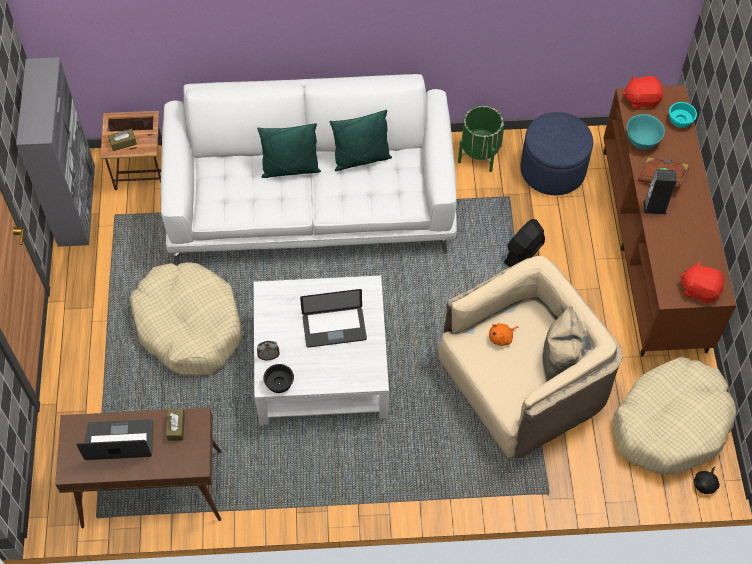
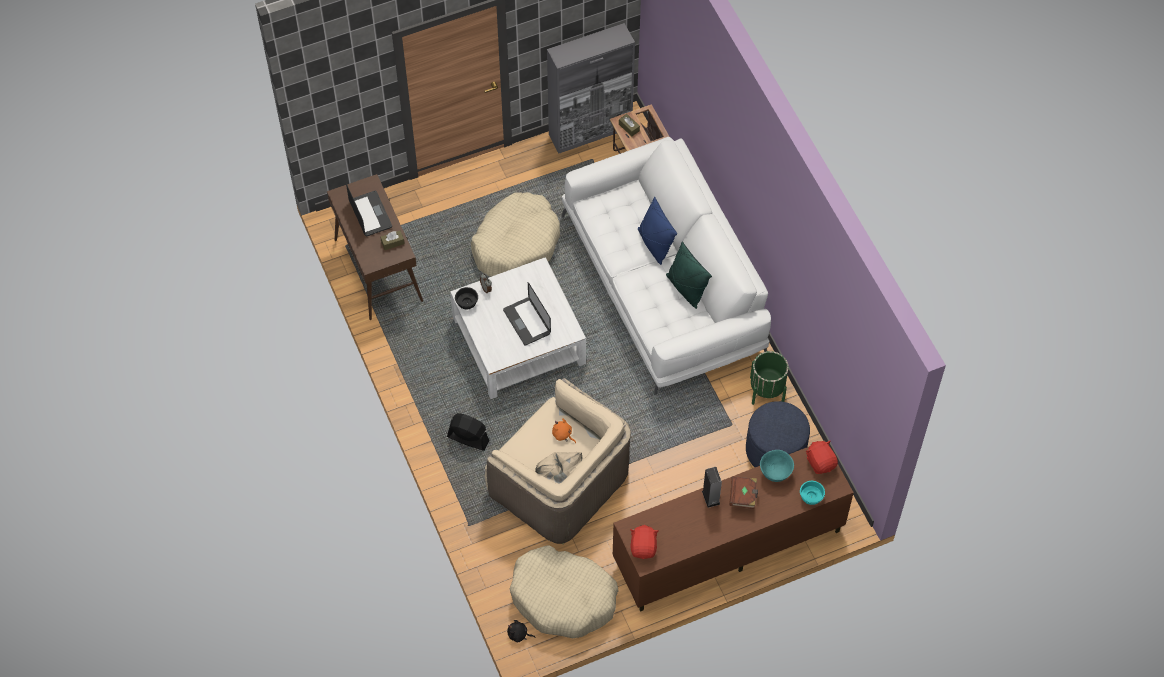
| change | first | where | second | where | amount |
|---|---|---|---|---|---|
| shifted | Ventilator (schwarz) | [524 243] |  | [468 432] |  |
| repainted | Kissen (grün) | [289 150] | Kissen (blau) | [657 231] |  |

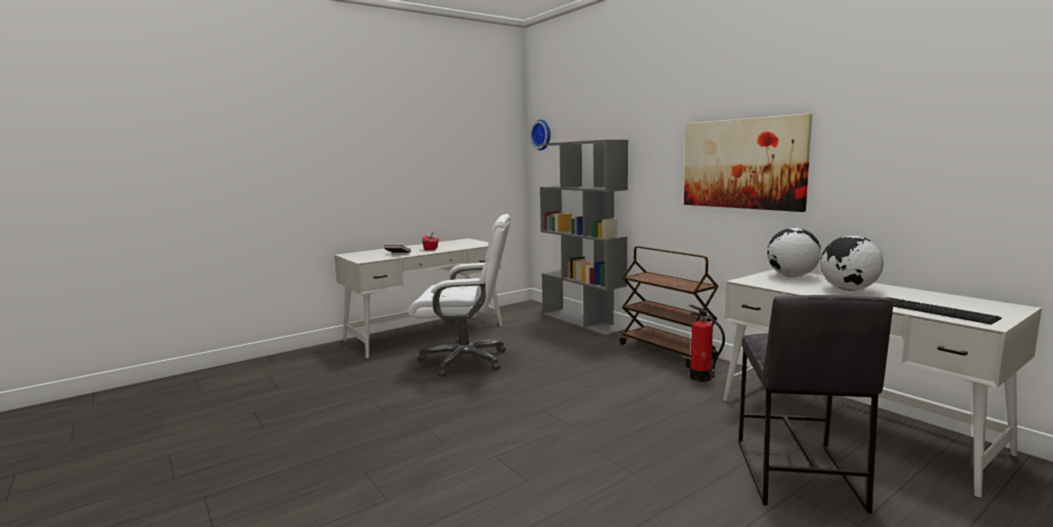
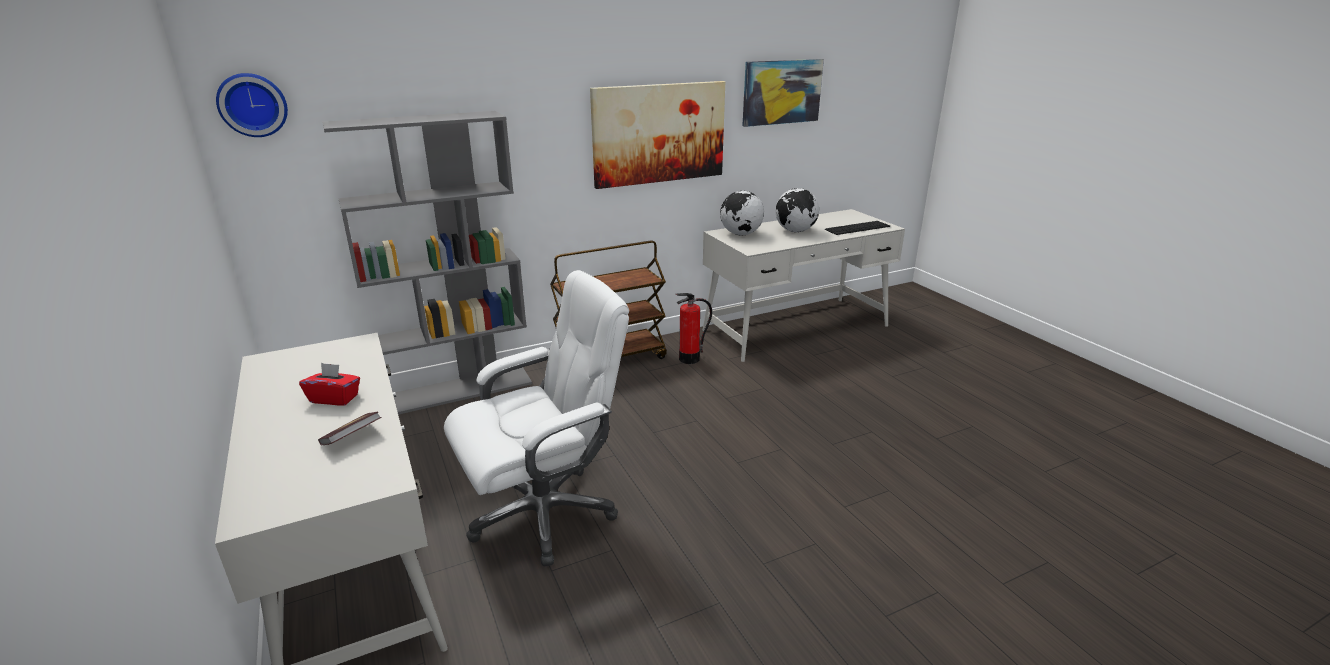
| change | first | where | second | where | amount |
|---|---|---|---|---|---|
| gone | Hocker (grau) | [816 404] |  |  |  |
| new |  |  | Bild | [783 93] |  |
| rotated | Bürostuhl (weiß) | [460 295] |  | [536 418] | 45 degrees clockwise |

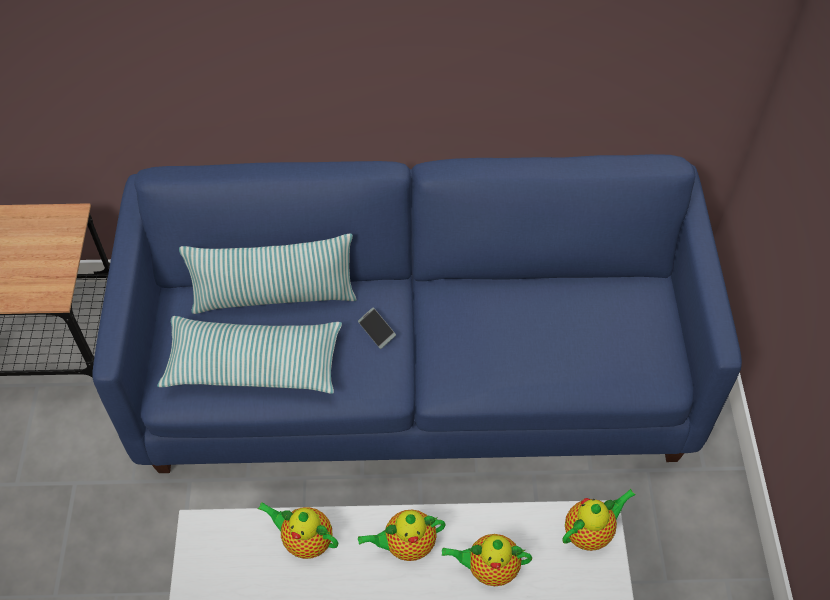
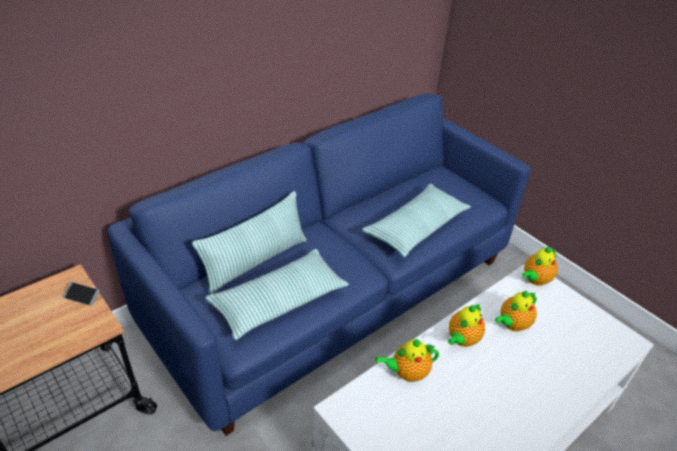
| change | first | where | second | where | amount |
|---|---|---|---|---|---|
| new |  |  | Kissen | [416 220] |  |
| shifted | Handy | [377 328] |  | [81 294] |  |
| rotated | Teekanne | [599 520] |  | [540 266] | 150 degrees counterclockwise |

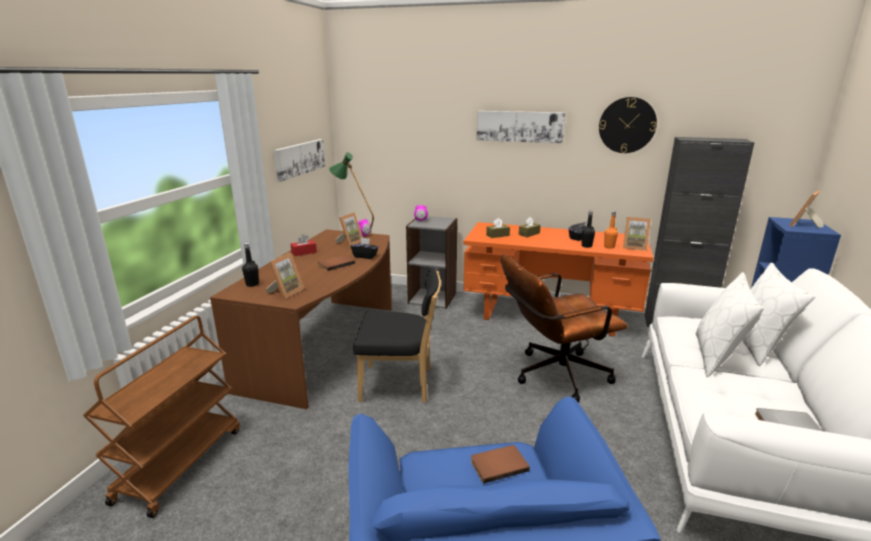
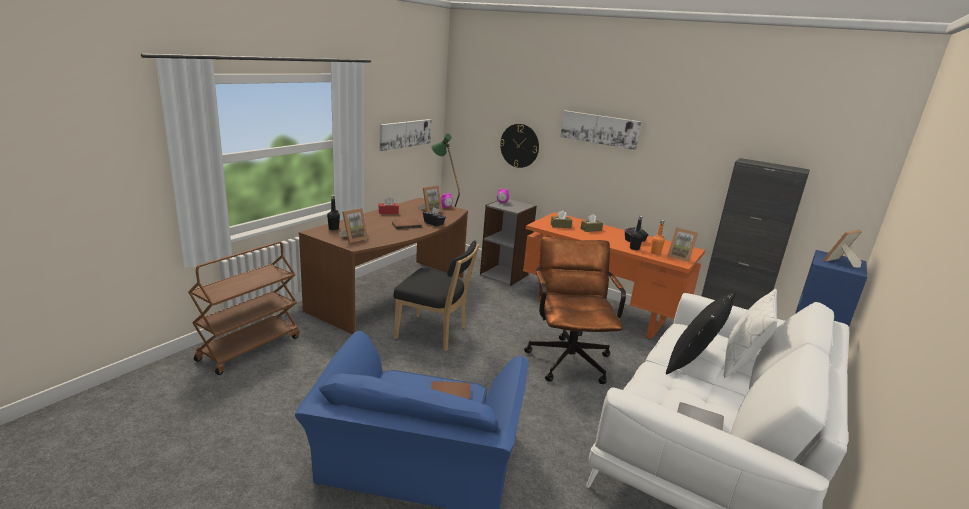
| change | first | where | second | where | amount |
|---|---|---|---|---|---|
| shifted | Wanduhr | [628 125] |  | [519 146] |  |
| repainted | Kissen (weiß) | [730 324] | Kissen (schwarz) | [701 332] |  |
| rotated | Bürostuhl (braun) | [564 329] |  | [575 310] | 90 degrees clockwise |

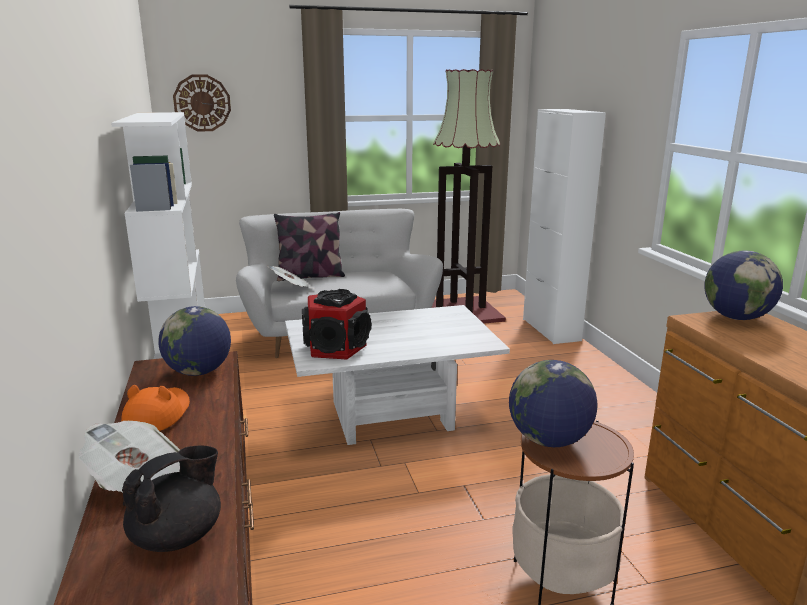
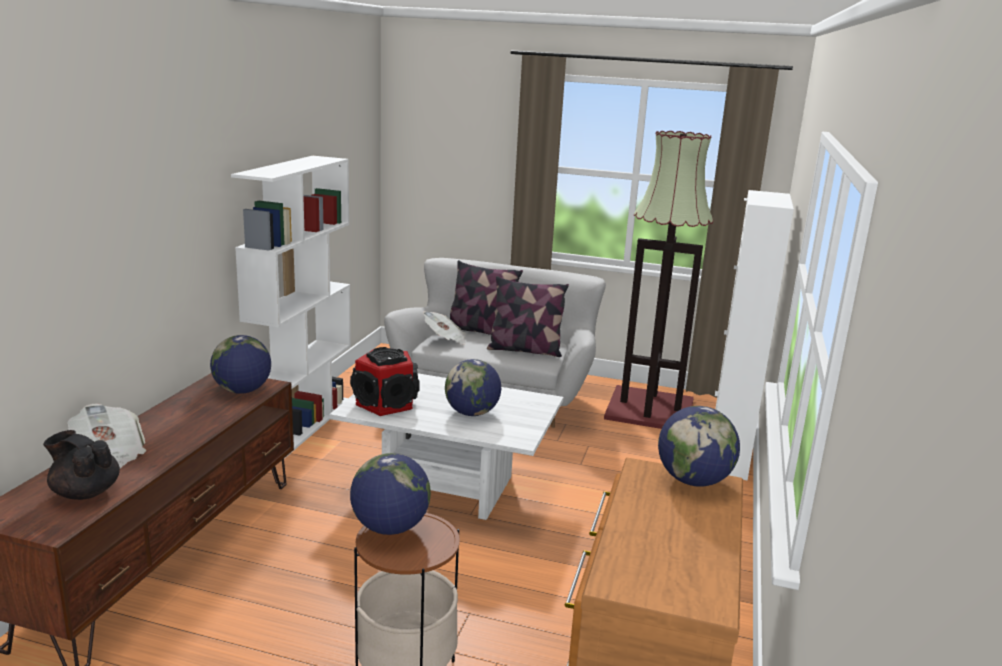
| change | first | where | second | where | amount |
|---|---|---|---|---|---|
| gone | Hut (orange) | [155 408] |  |  |  |
| gone | Wanduhr | [202 103] |  |  |  |
| new |  |  | Globus | [473 387] |  |
| new |  |  | Kissen | [528 316] |  |
| rotated | Teekanne (schwarz) | [171 498] |  | [81 465] | 135 degrees counterclockwise |

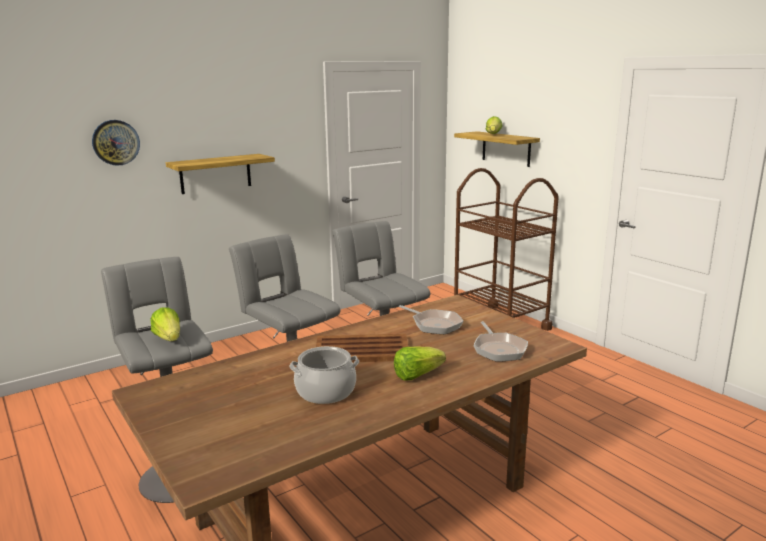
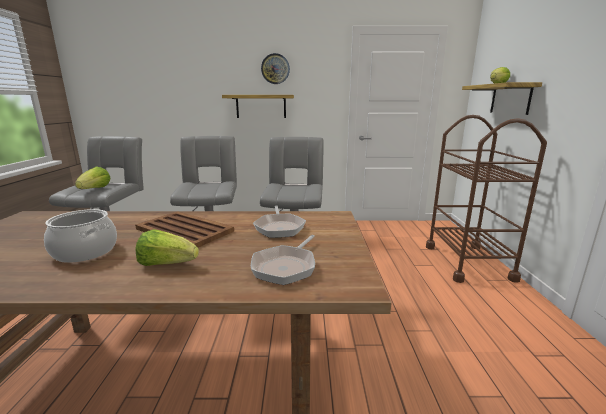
| change | first | where | second | where | amount |
|---|---|---|---|---|---|
| shifted | Wanduhr | [116 143] |  | [275 68] |  |

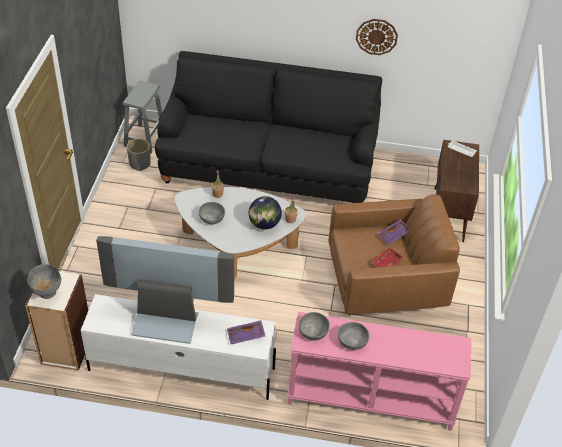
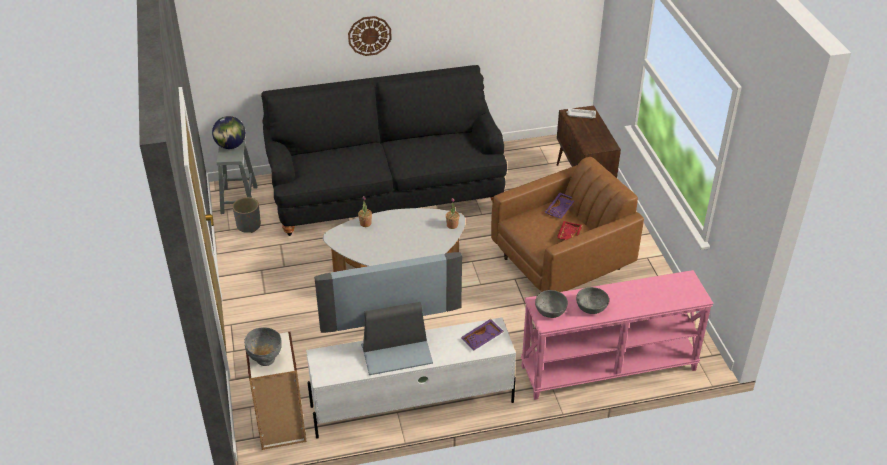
| change | first | where | second | where | amount |
|---|---|---|---|---|---|
| gone | Schüssel (grau) | [212 213] |  |  |  |
| shifted | Globus | [265 212] |  | [229 132] |  |
| shifted | Wanduhr | [377 37] |  | [370 36] |  |

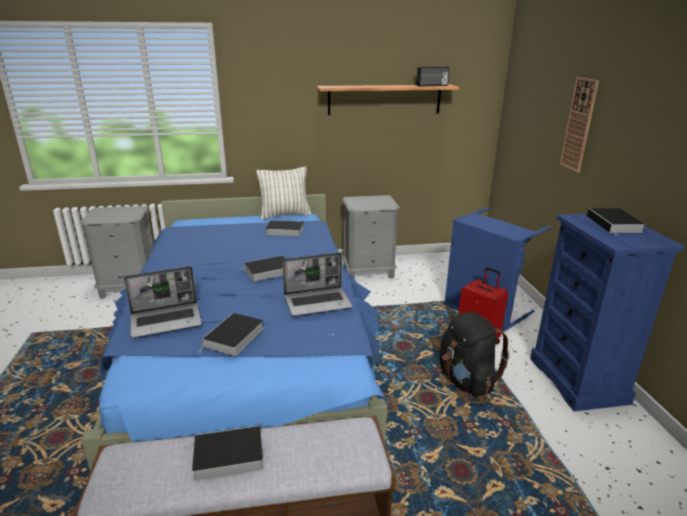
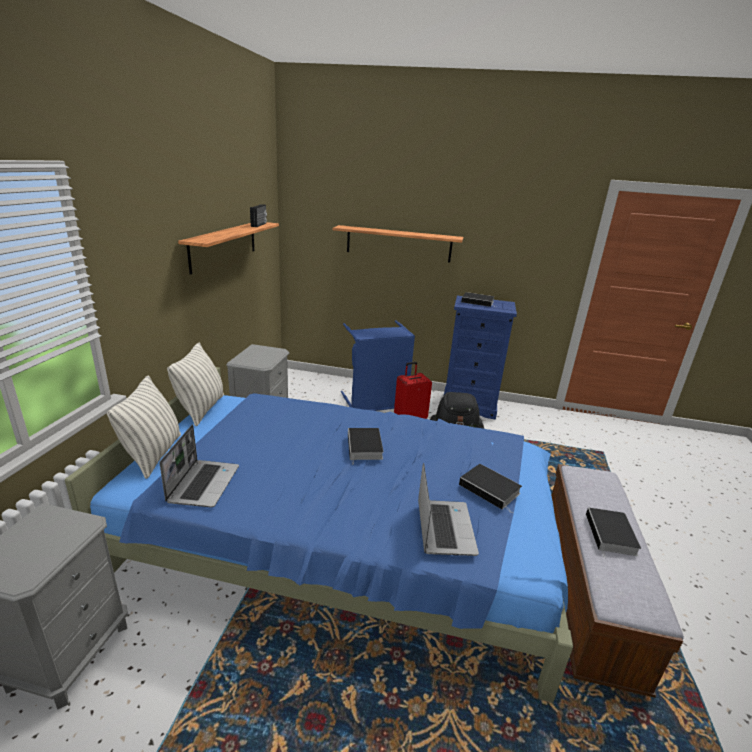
| change | first | where | second | where | amount |
|---|---|---|---|---|---|
| gone | Buch | [284 228] |  |  |  |
| new |  |  | Kissen | [144 427] |  |
| shifted | Laptop | [317 284] |  | [199 466] |  |
| swapped | Wanduhr | [579 125] | Wandregal | [398 244] |  |

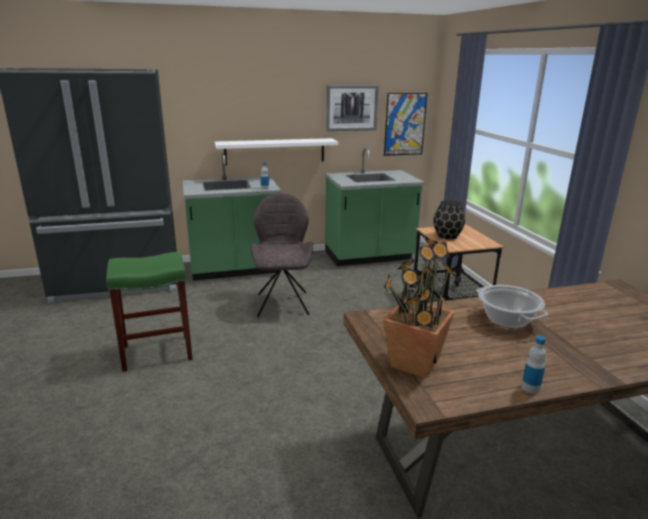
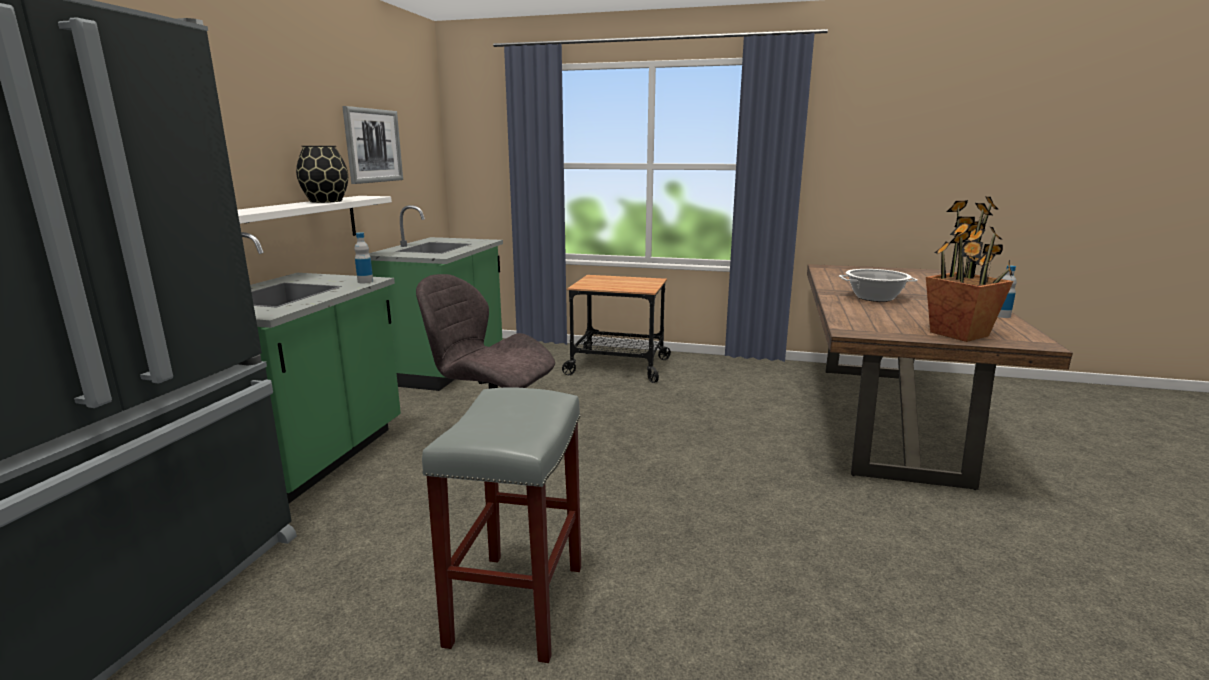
| change | first | where | second | where | amount |
|---|---|---|---|---|---|
| gone | Bild | [405 124] |  |  |  |
| shifted | Vase (schwarz) | [449 220] |  | [322 174] |  |
| repainted | Hocker (grün) | [149 312] | Hocker (grau) | [501 525] |  |

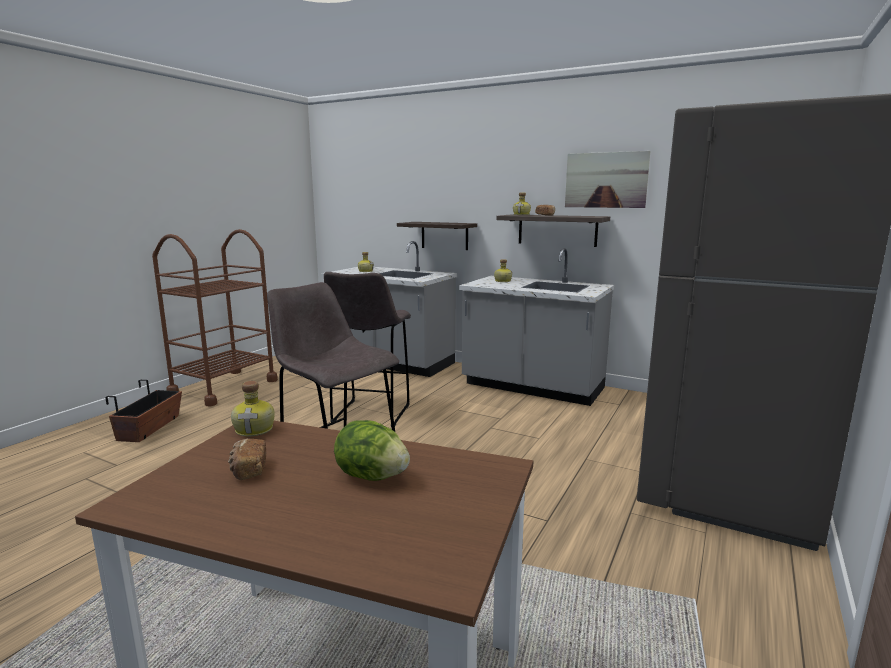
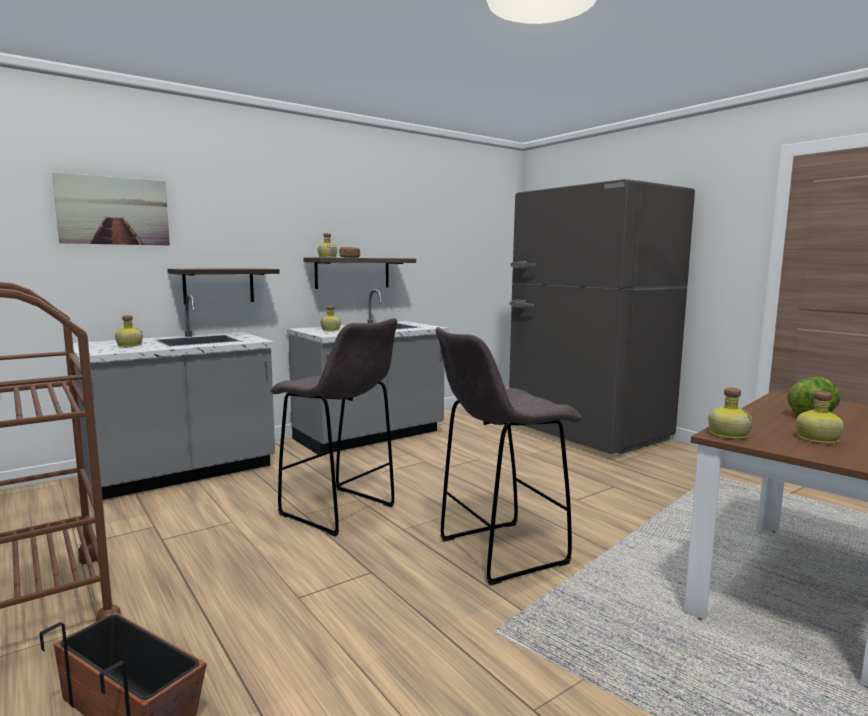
| change | first | where | second | where | amount |
|---|---|---|---|---|---|
| shifted | Bild | [607 179] |  | [111 208] |  |
| swapped | Brot | [247 459] | Flasche | [820 417] |  |

